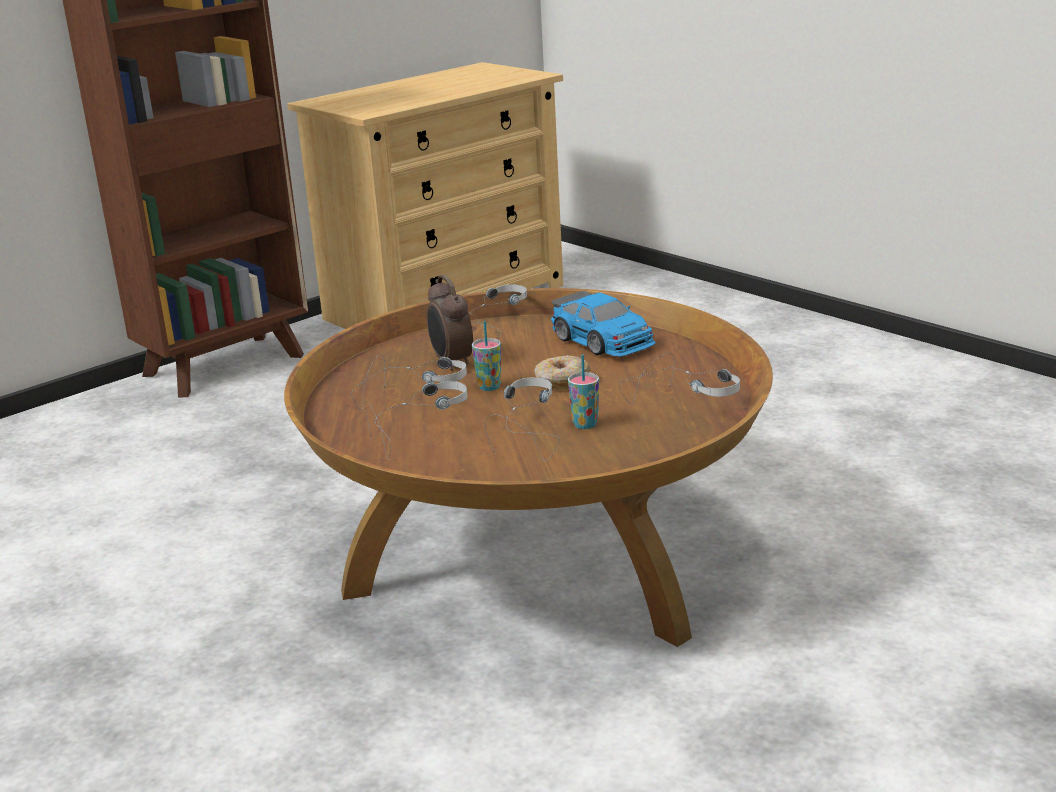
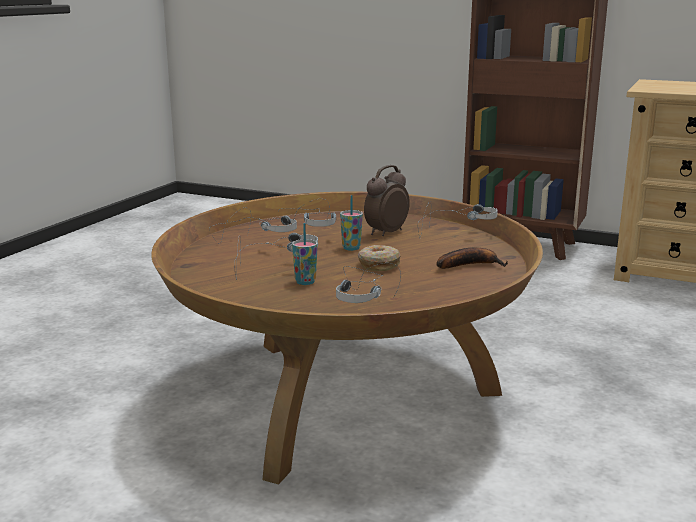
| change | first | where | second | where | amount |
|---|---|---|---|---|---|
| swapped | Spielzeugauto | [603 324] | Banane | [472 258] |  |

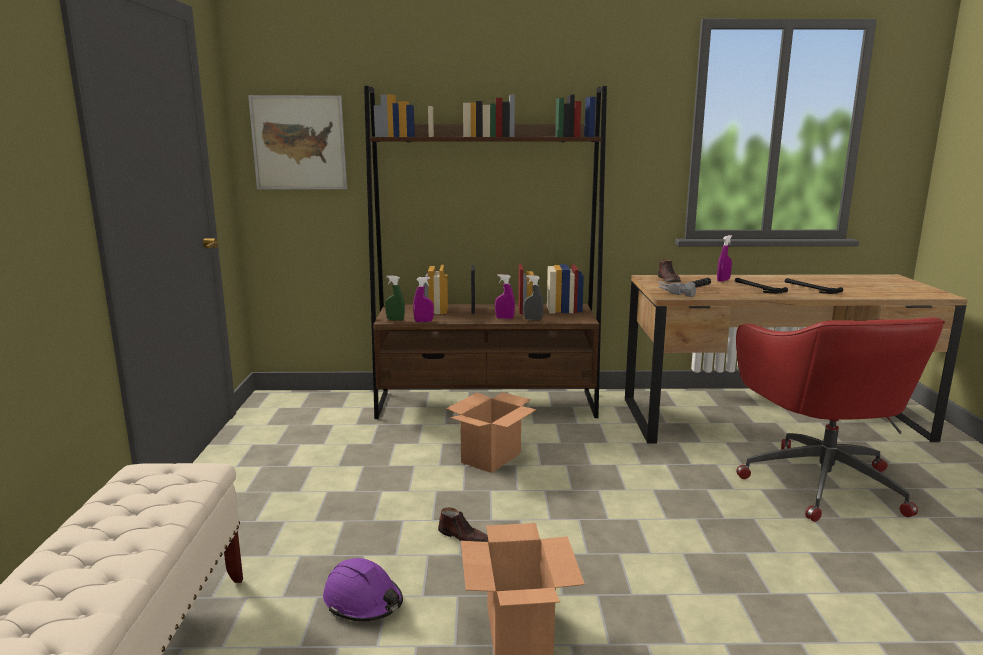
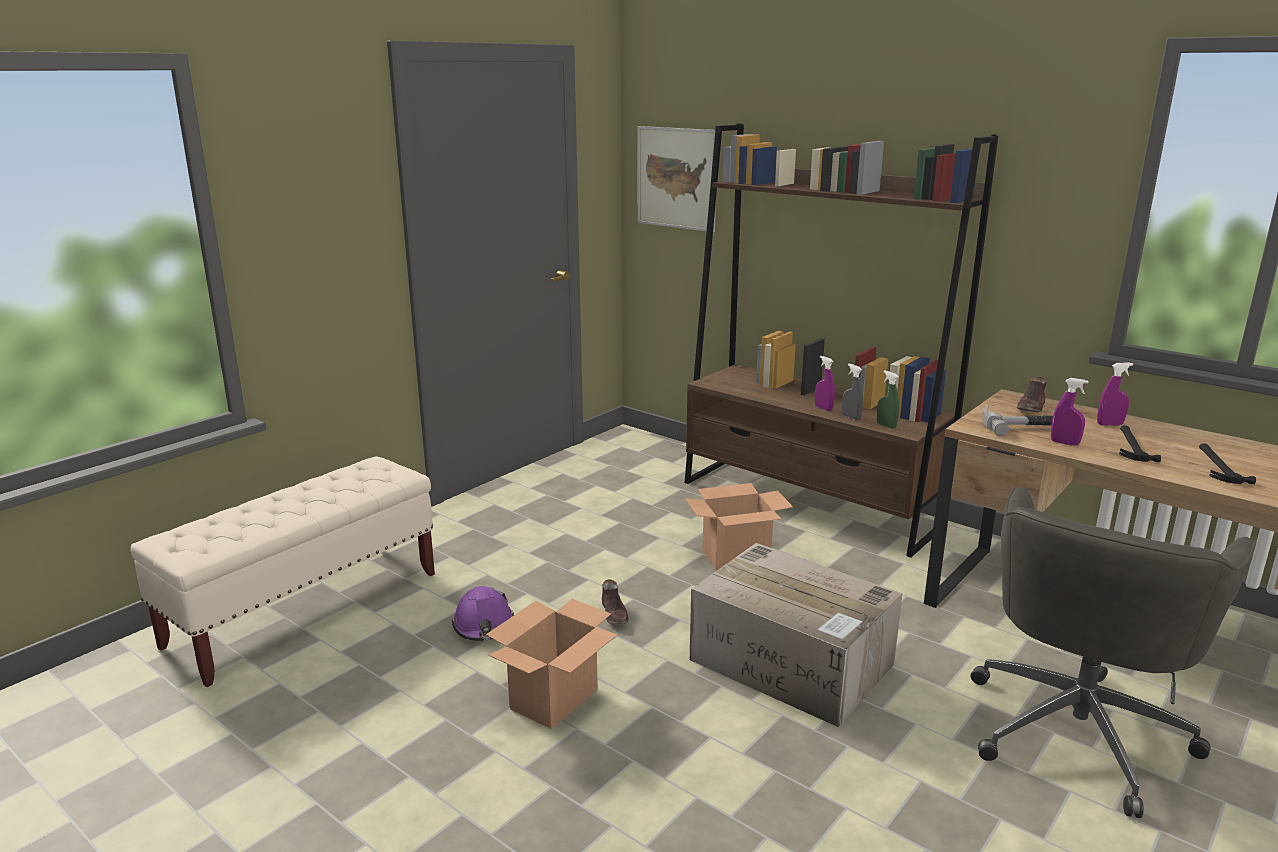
| change | first | where | second | where | amount |
|---|---|---|---|---|---|
| new |  |  | Karton | [796 635] |  |
| shifted | Sprühflasche (grün) | [395 298] |  | [888 399] |  |
| shifted | Sprühflasche (lila) | [423 299] |  | [1070 412] |  |
| repainted | Bürostuhl (rot) | [840 419] | Bürostuhl (grau) | [1113 652] |  |

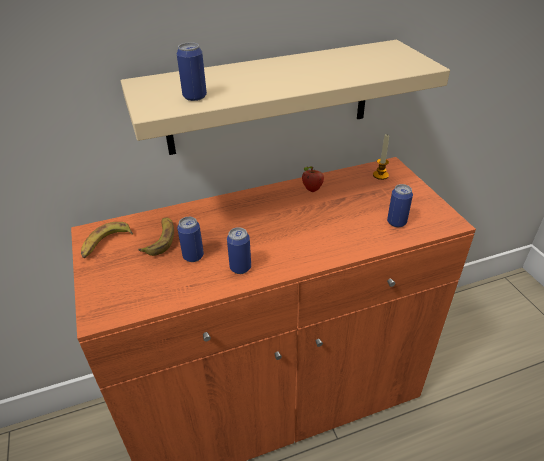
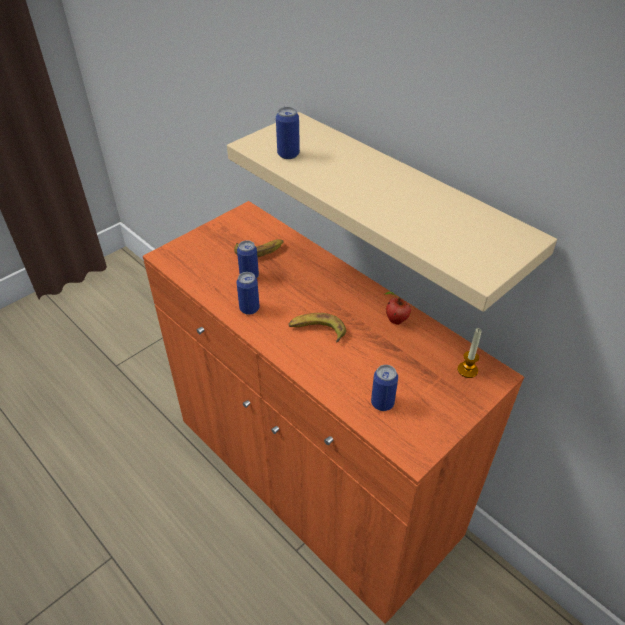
| change | first | where | second | where | amount |
|---|---|---|---|---|---|
| shifted | Banane | [107 240] |  | [317 327] |  |

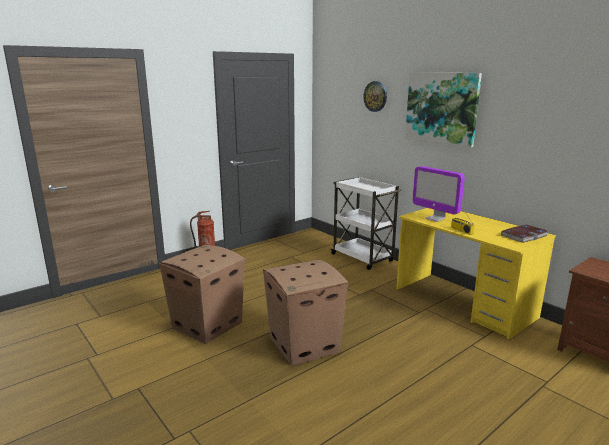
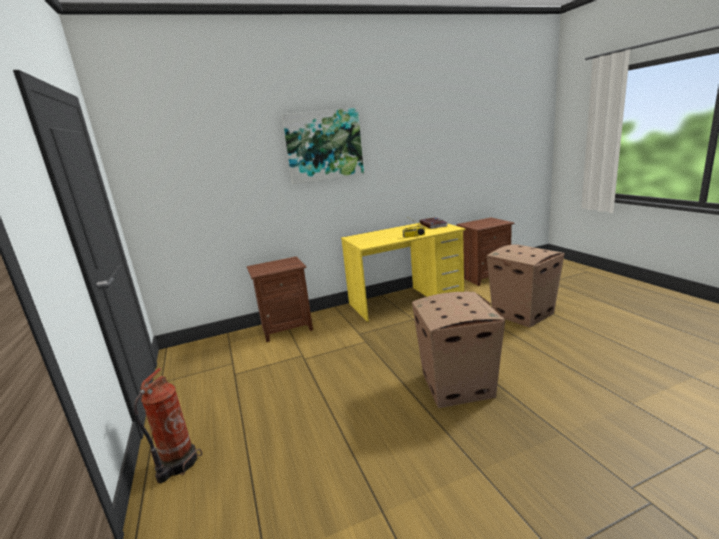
| change | first | where | second | where | amount |
|---|---|---|---|---|---|
| gone | Wanduhr | [375 96] |  |  |  |
| gone | Monitor | [439 194] |  |  |  |
| shifted | Karton | [202 294] |  | [526 286] |  |
| swapped | Rollwagen (weiß) | [366 223] | Nachttisch (braun) | [280 299] |  |

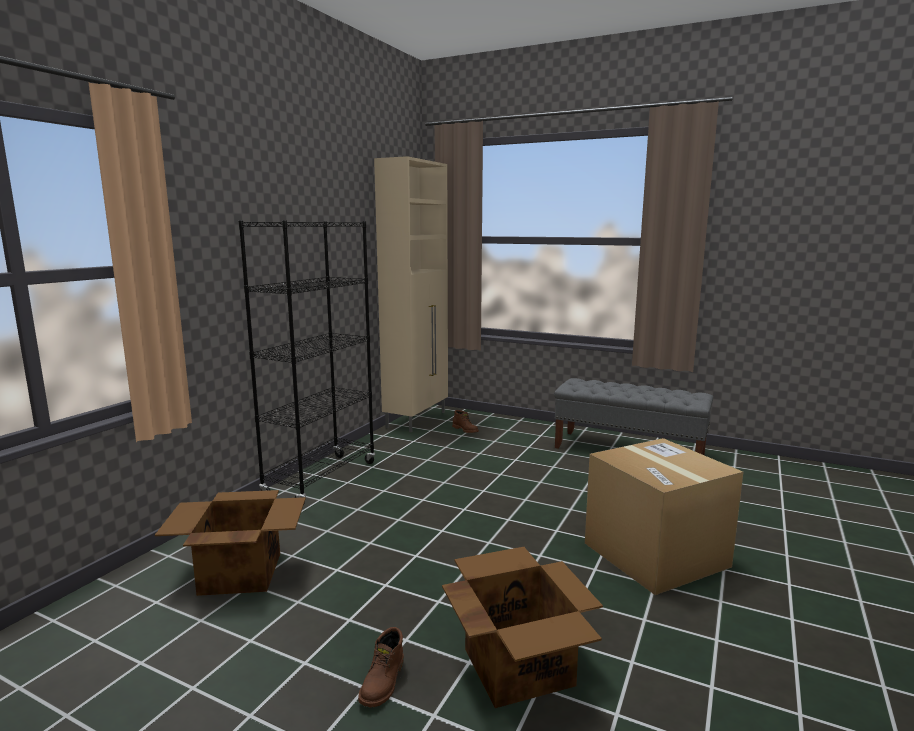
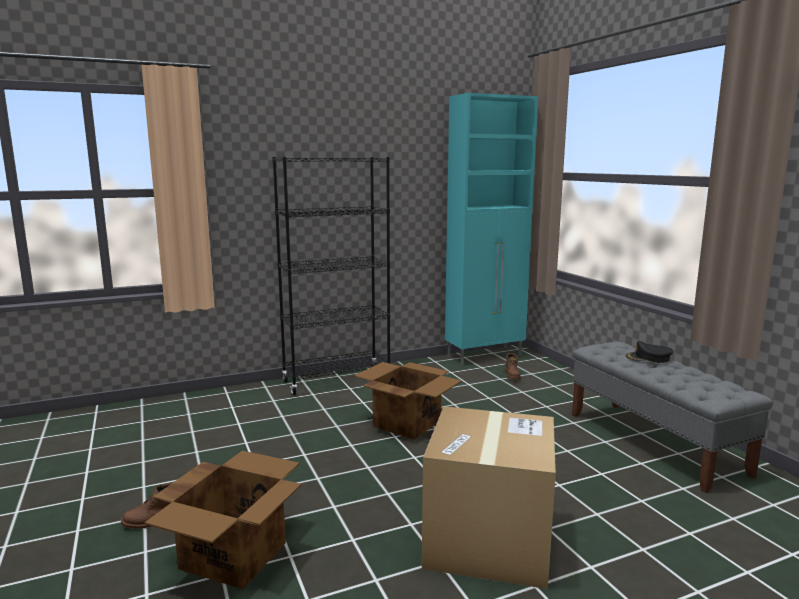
| change | first | where | second | where | amount |
|---|---|---|---|---|---|
| new |  |  | Kappe (schwarz) | [649 352] |  |
| shifted | Karton | [230 543] |  | [408 401] |  |
| repainted | Schrank (beige) | [411 294] | Schrank (türkis) | [491 229] |  |

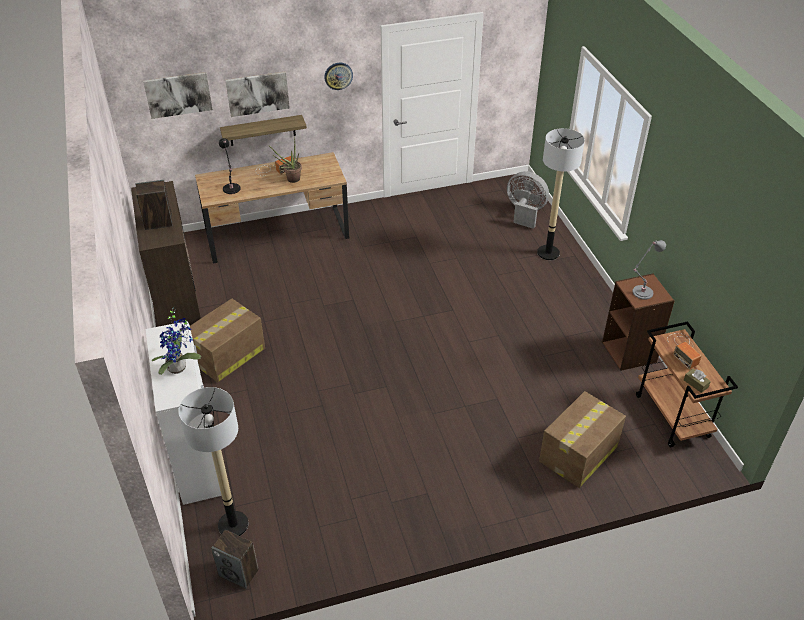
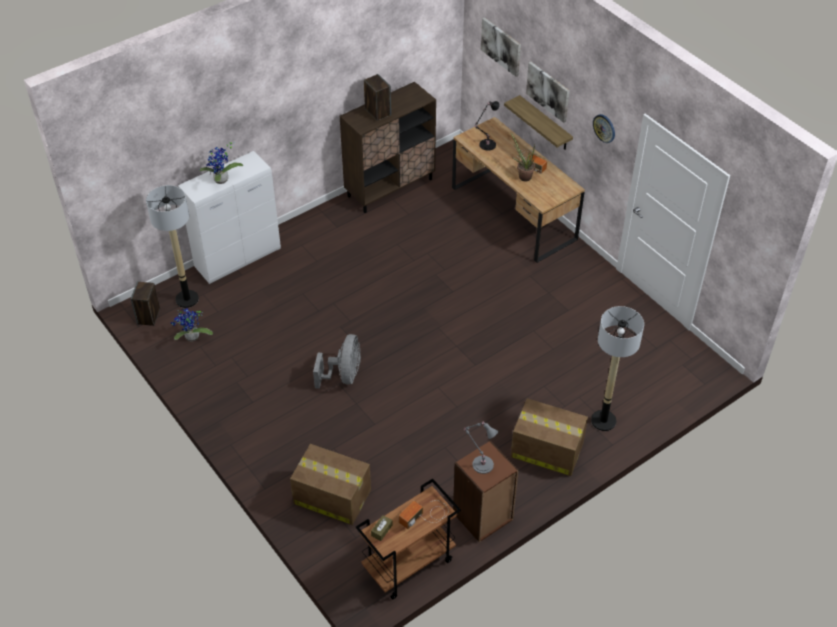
| change | first | where | second | where | amount |
|---|---|---|---|---|---|
| new |  |  | Topfpflanze | [192 325] |  |
| shifted | Karton | [227 340] |  | [549 437] |  |
| shifted | Ventilator (grau) | [528 200] |  | [337 361] |  |

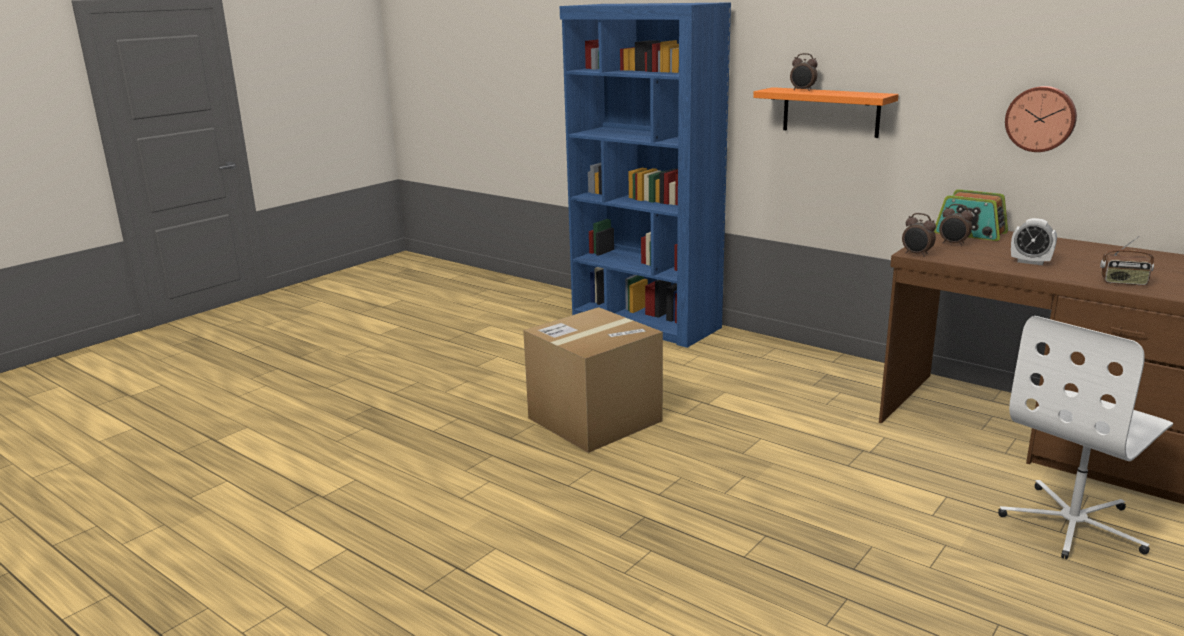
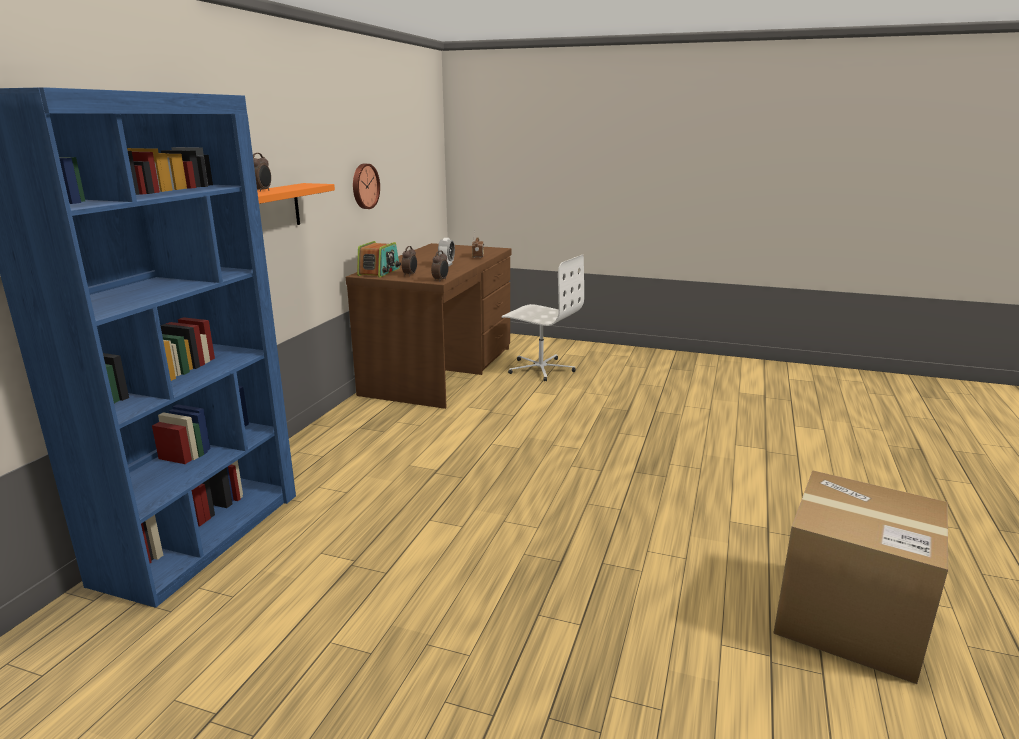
| change | first | where | second | where | amount |
|---|---|---|---|---|---|
| shifted | Karton | [593 380] |  | [860 577] |  |

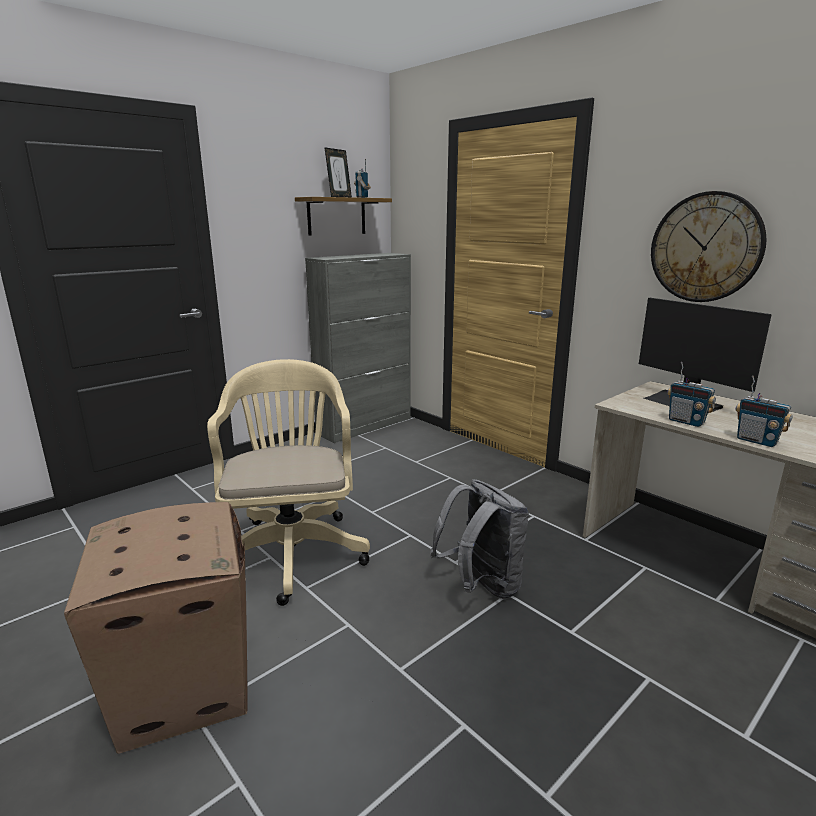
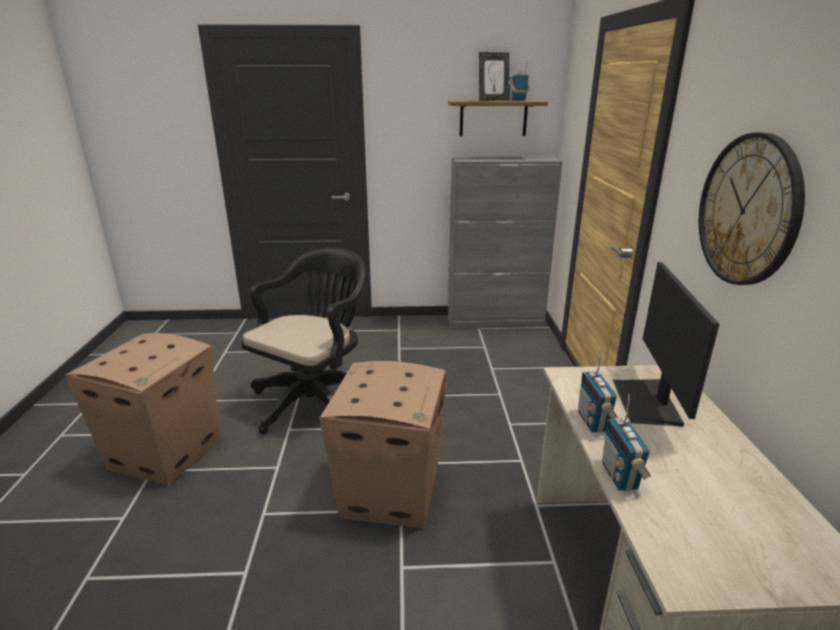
| change | first | where | second | where | amount |
|---|---|---|---|---|---|
| swapped | Rucksack (grau) | [479 539] | Karton | [383 445] |  |
| repainted | Bürostuhl (beige) | [288 482] | Bürostuhl (schwarz) | [303 341] |  |

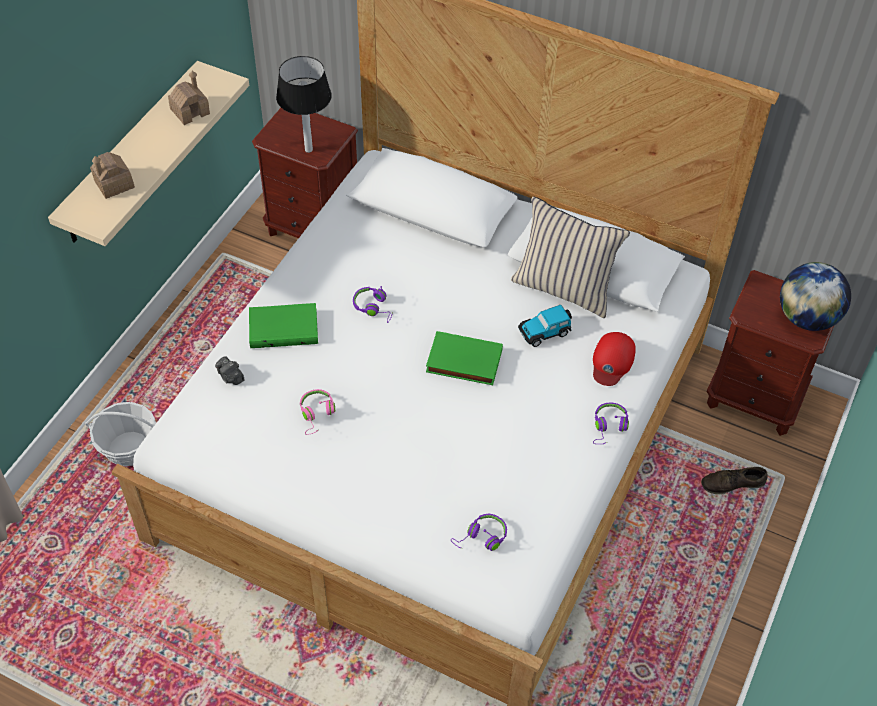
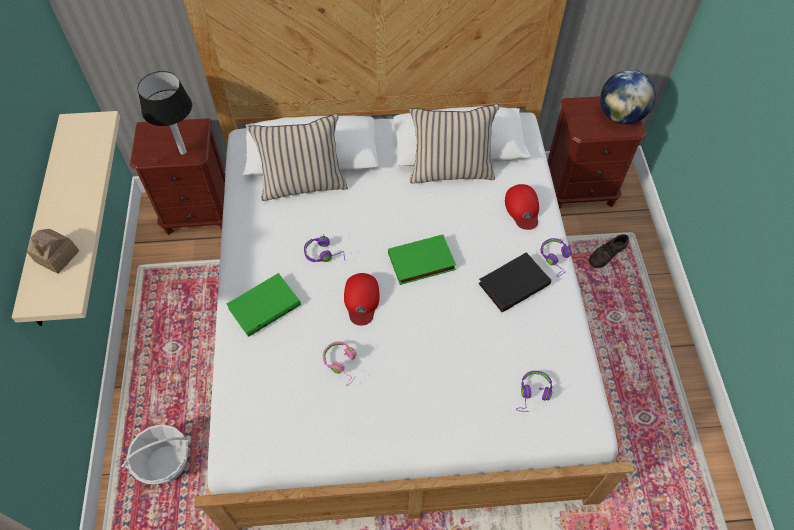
| change | first | where | second | where | amount |
|---|---|---|---|---|---|
| gone | Spielzeughaus | [189 98] |  |  |  |
| gone | Kamera | [229 371] |  |  |  |
| gone | Spielzeugauto | [545 326] |  |  |  |
| new |  |  | Kissen (beige) | [297 157] |  |
| new |  |  | Kappe (rot) | [362 299] |  |
| new |  |  | Buch (schwarz) | [514 282] |  |

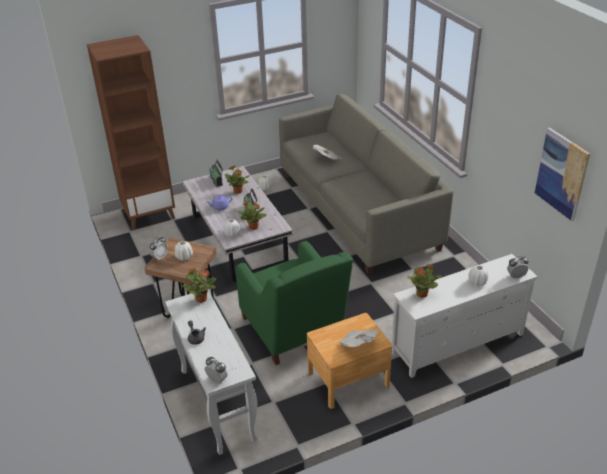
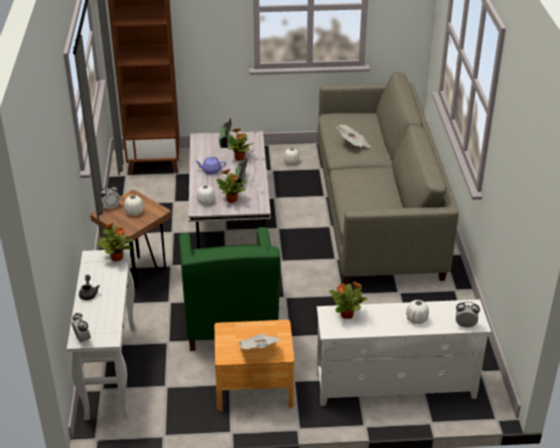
| change | first | where | second | where | amount |
|---|---|---|---|---|---|
| gone | Bild | [562 174] |  |  |  |

